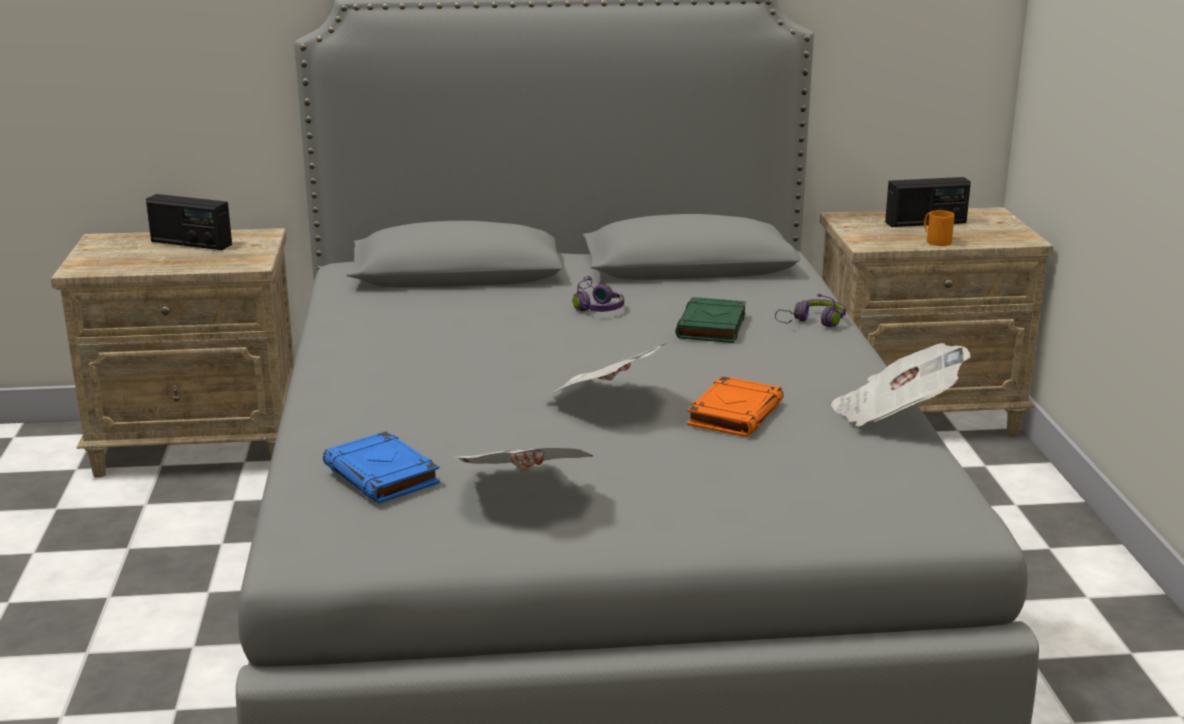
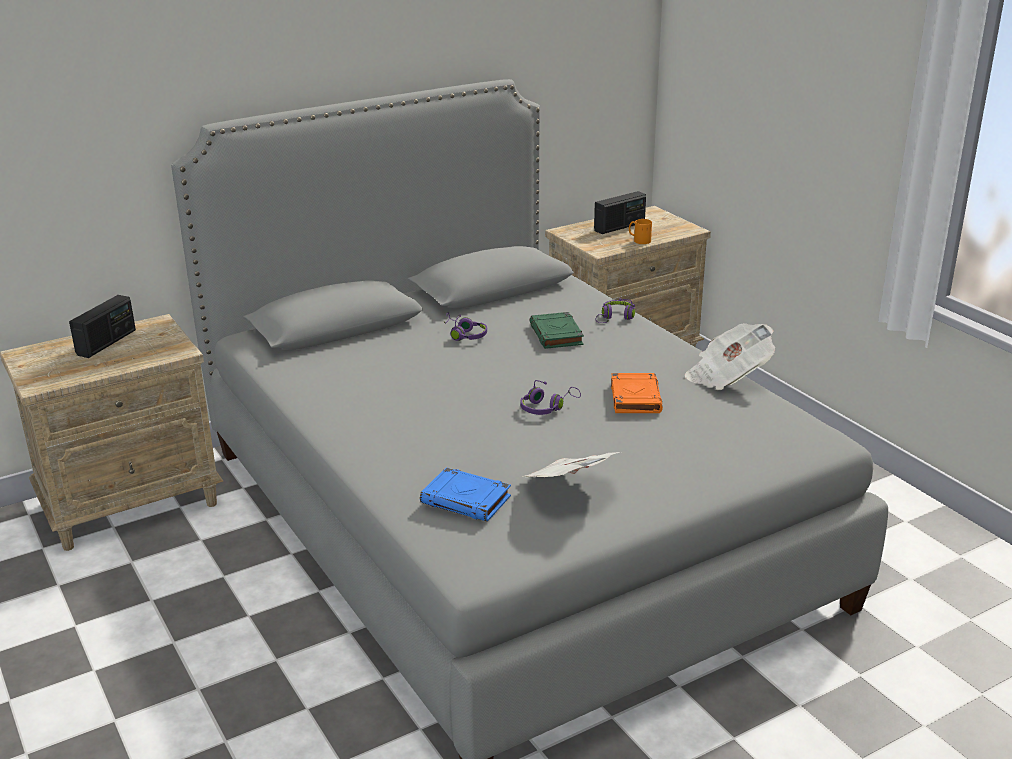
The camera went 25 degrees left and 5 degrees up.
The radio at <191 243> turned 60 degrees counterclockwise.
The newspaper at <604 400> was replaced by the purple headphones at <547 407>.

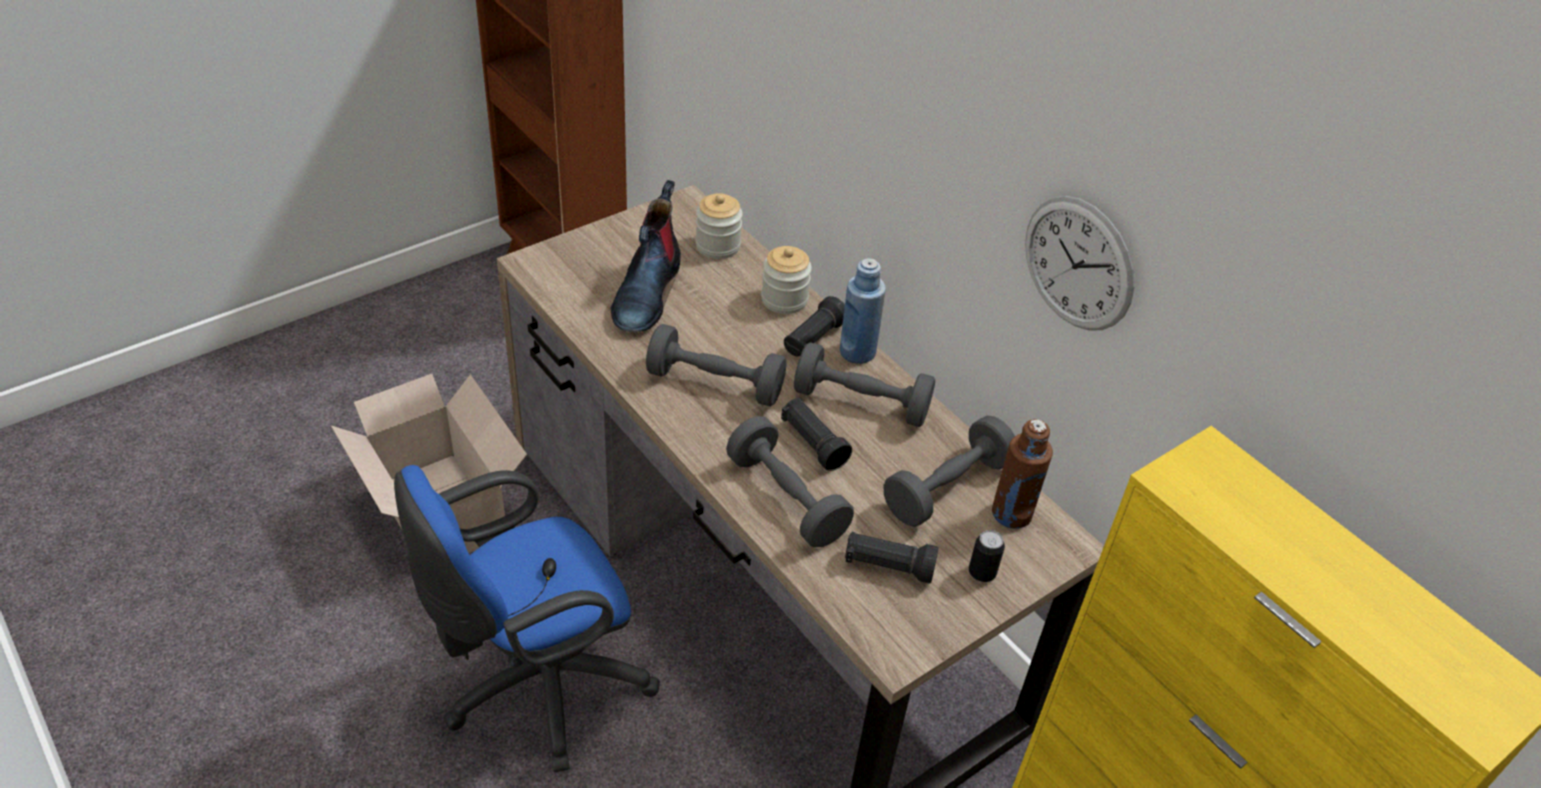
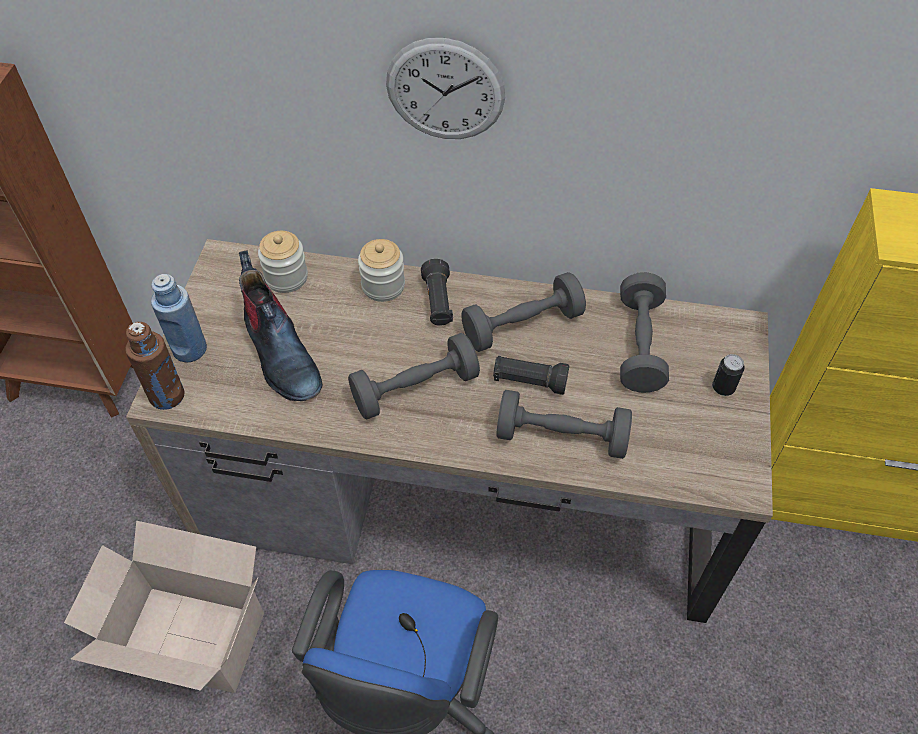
The camera went 40 degrees left and 10 degrees up.
The brown bottle moved from <1011 514> to <167 395>.
The blue bottle moved from <857 352> to <190 349>.
The wall clock moved from <1078 264> to <445 90>.
The black flashlight at <888 566> disappeared.

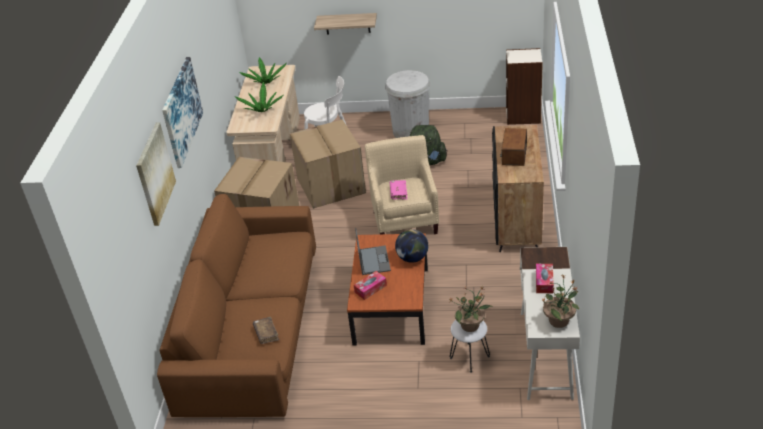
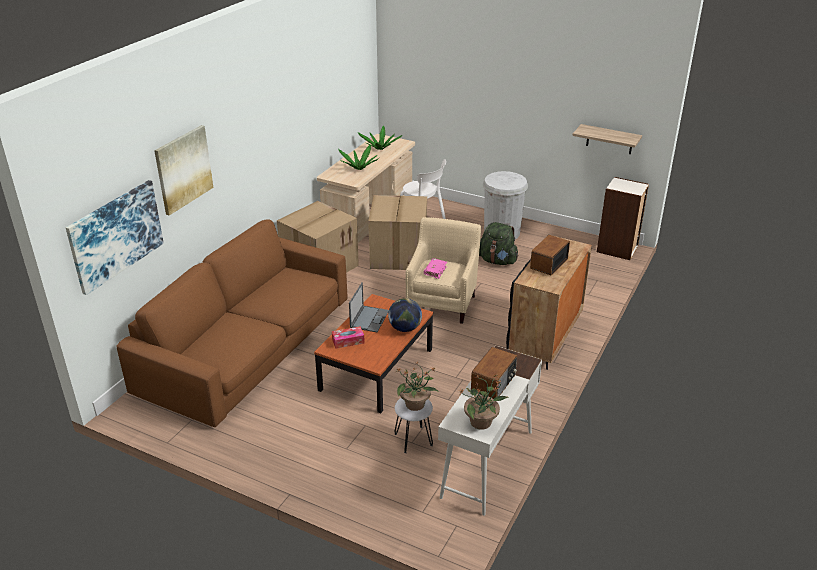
The camera went 20 degrees right and 5 degrees down.
The picture moved from <181 111> to <116 235>.
The tissue box at <544 282> was replaced by the radio at <494 383>.
The shelf moved from <347 23> to <609 139>.
The brown book at <266 333> disappeared.

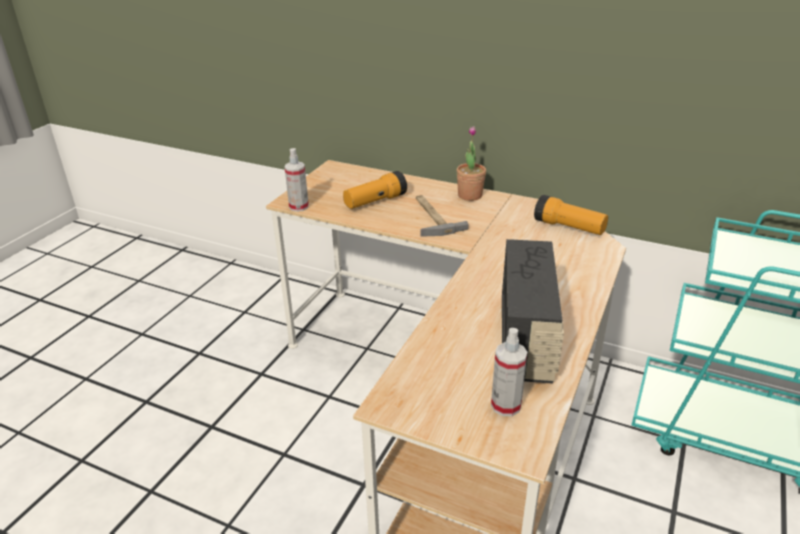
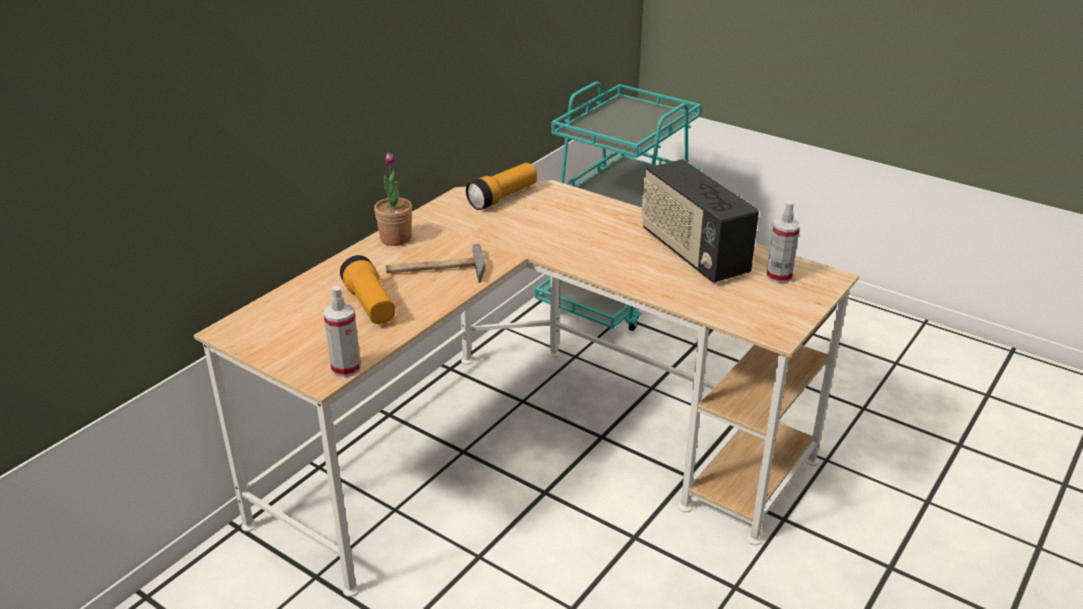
The camera went 80 degrees left and 0 degrees up.
The radio at <526 340> turned 135 degrees counterclockwise.

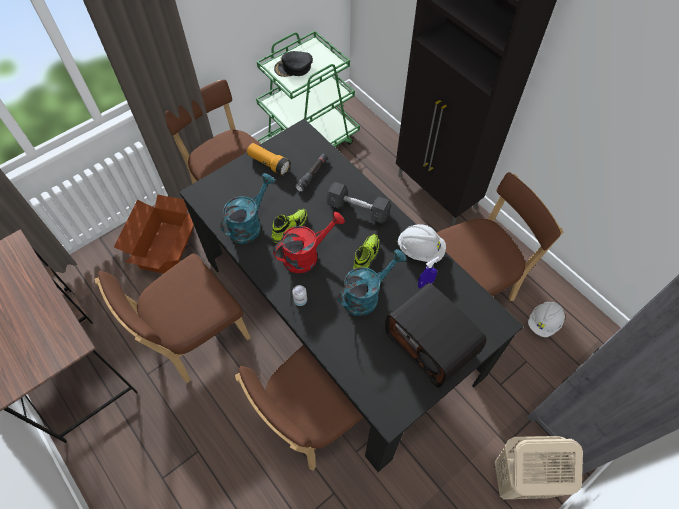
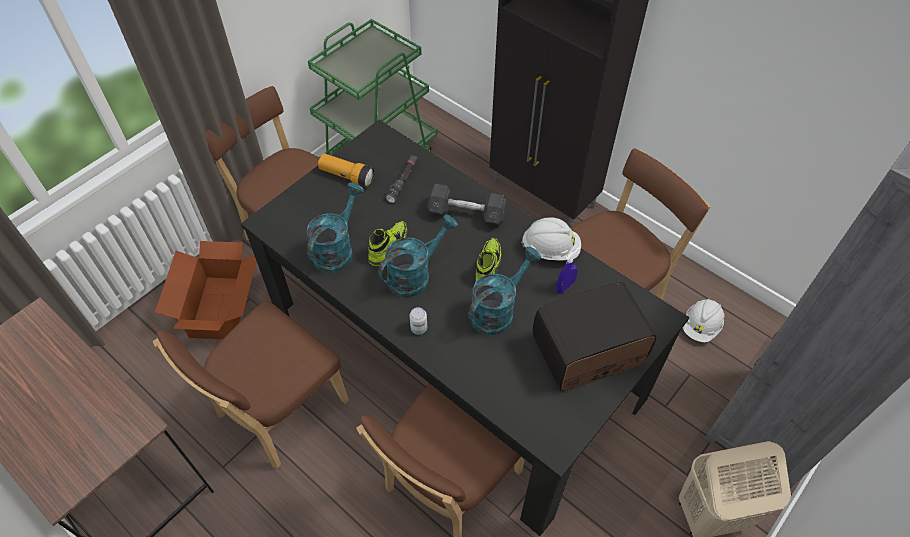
The camera went 10 degrees left and 5 degrees down.
The red watering can at <306 255> became the turquoise watering can at <415 274>.
The radio at <432 343> turned 120 degrees clockwise.
The black cap at <293 67> disappeared.

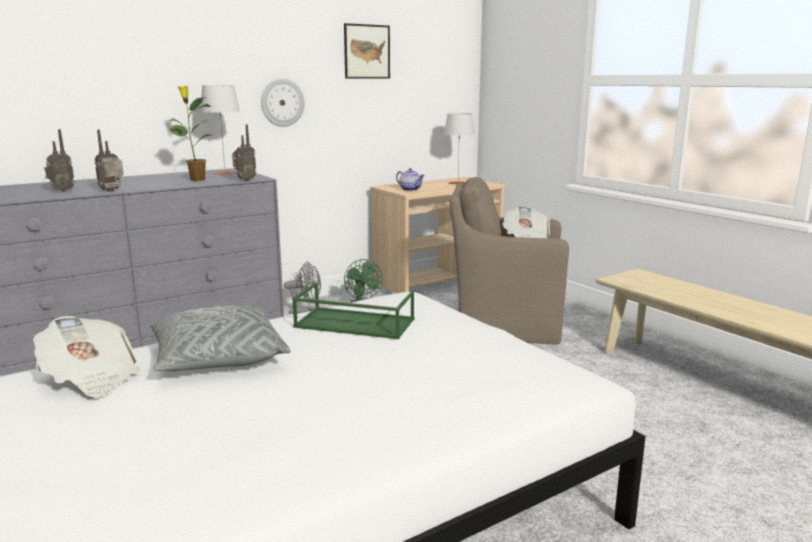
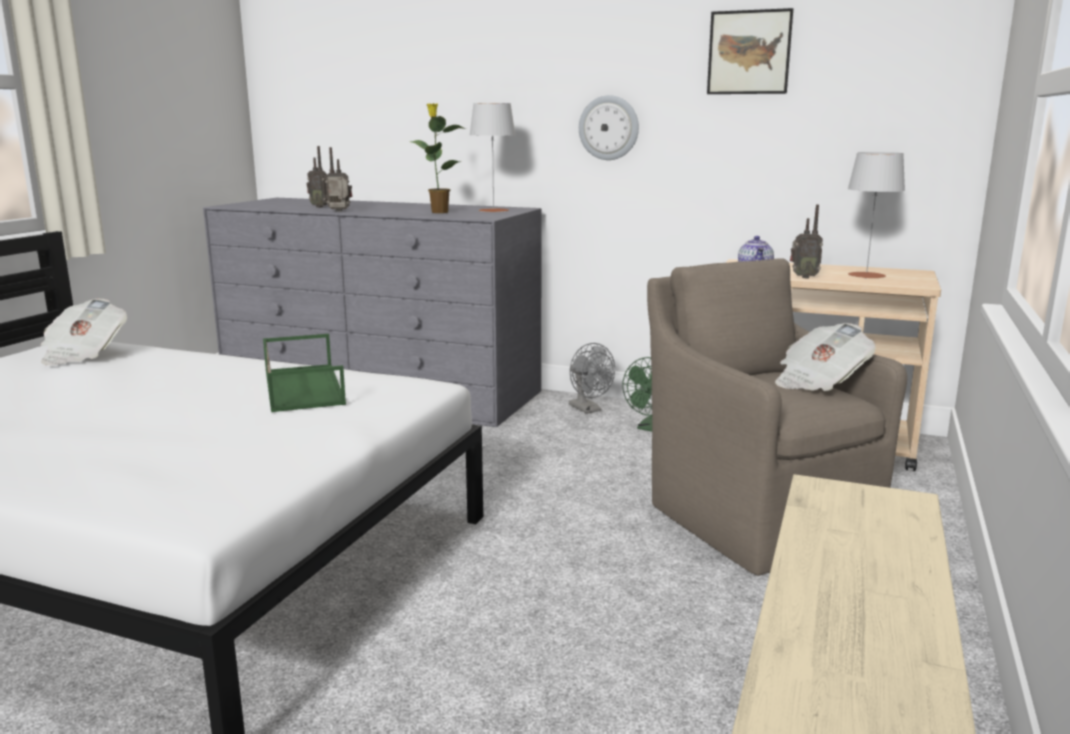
The camera went 55 degrees right and 0 degrees up.
The radio moved from <244 180> to <803 277>.
The grey pillow at <218 359> disappeared.

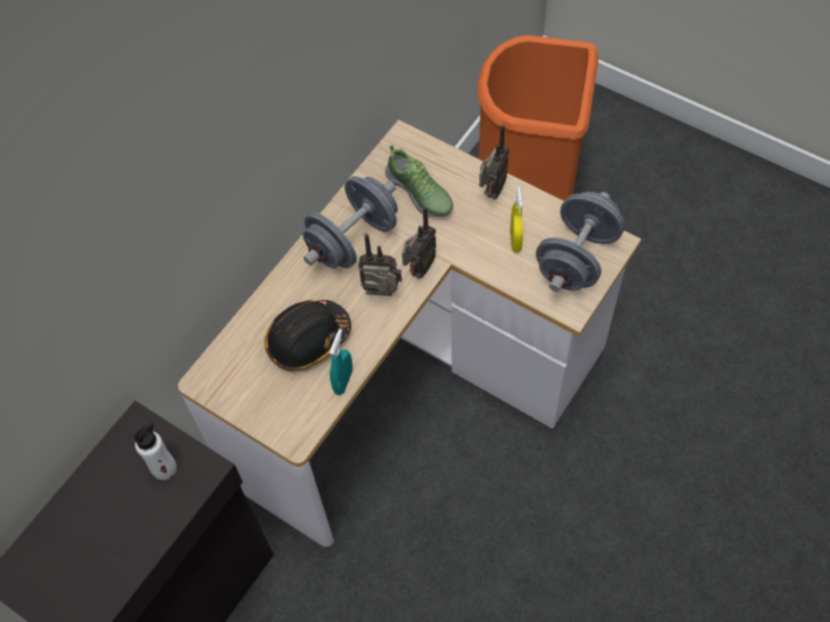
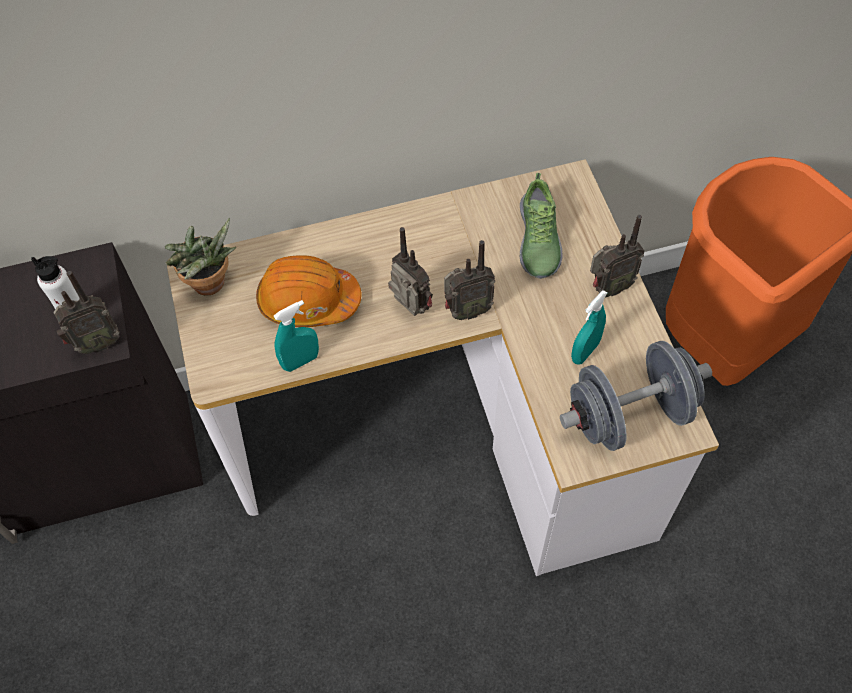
The camera went 40 degrees right and 0 degrees up.
The radio at <96 343> appeared.
The potted plant at <211 286> appeared.
The black hard hat at <308 340> became the orange hard hat at <308 301>.
The yellow spray bottle at <515 241> became the turquoise spray bottle at <585 351>.
The grey dumbbell at <353 240> disappeared.

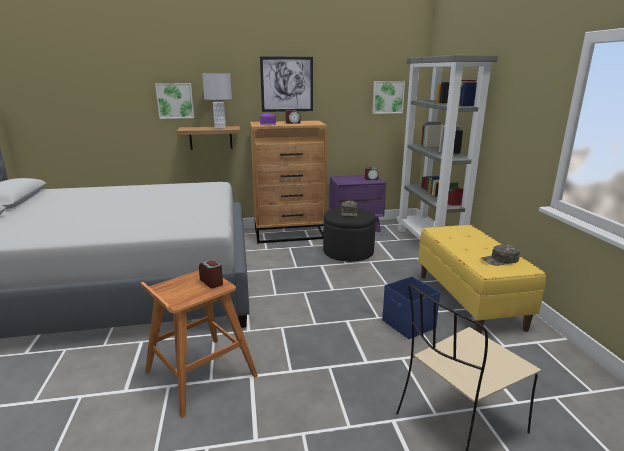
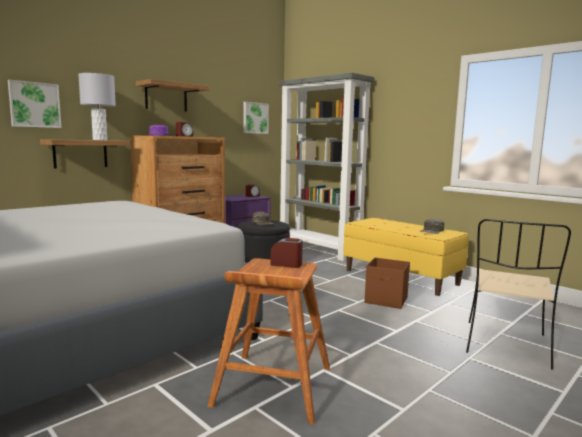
The camera went 35 degrees left and 10 degrees down.
The picture at <287 84> was replaced by the shelf at <166 97>.
The blue storage box at <409 325> became the brown storage box at <386 300>.

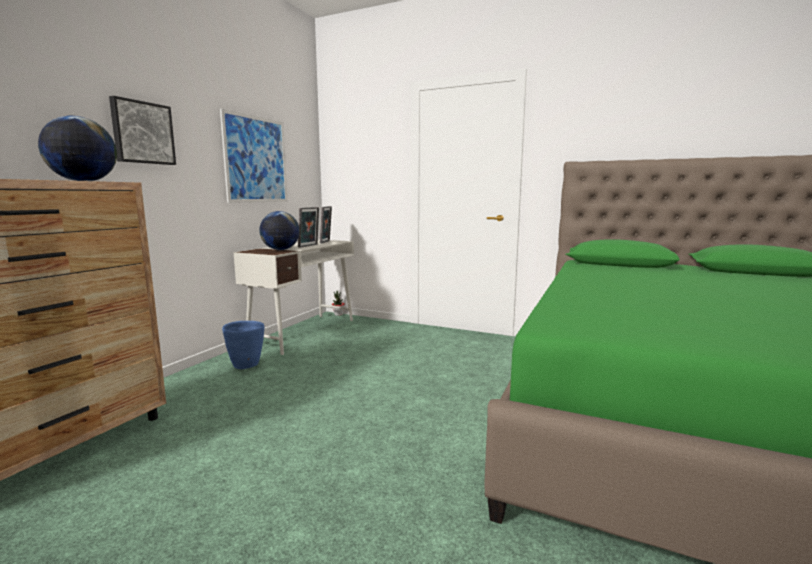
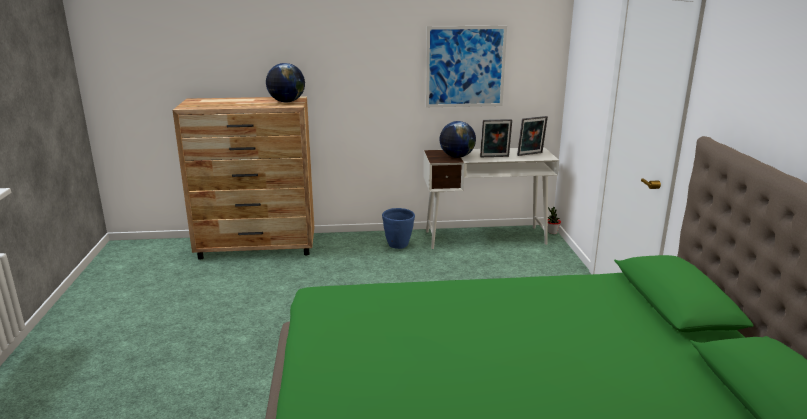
The camera went 60 degrees right and 10 degrees up.
The picture at <142 133> disappeared.

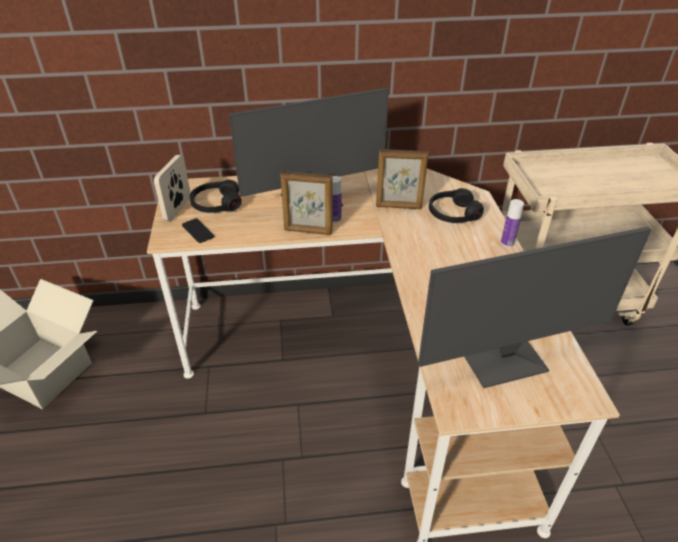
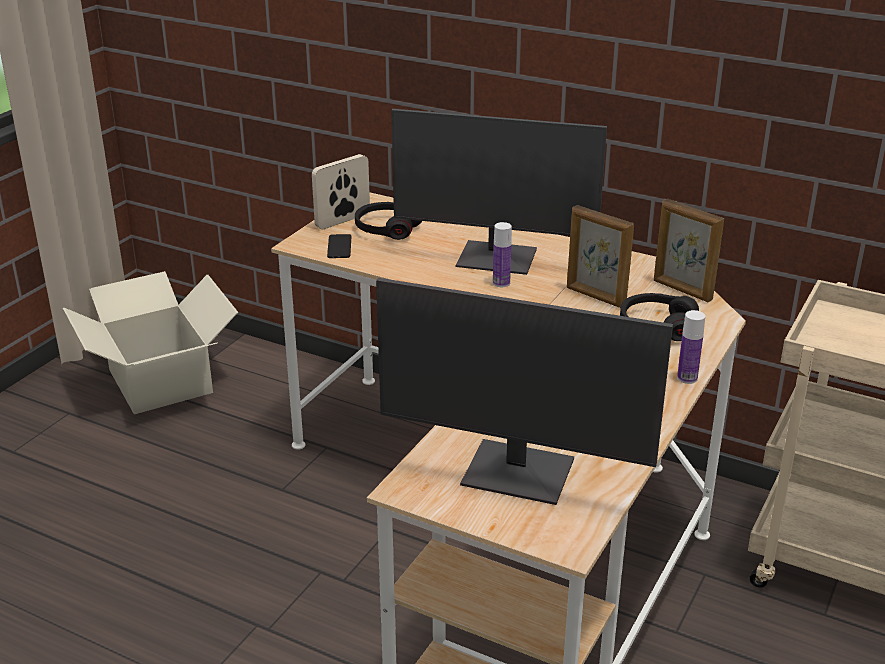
The camera went 35 degrees right and 10 degrees down.
The picture frame moved from <308 231> to <682 290>.

